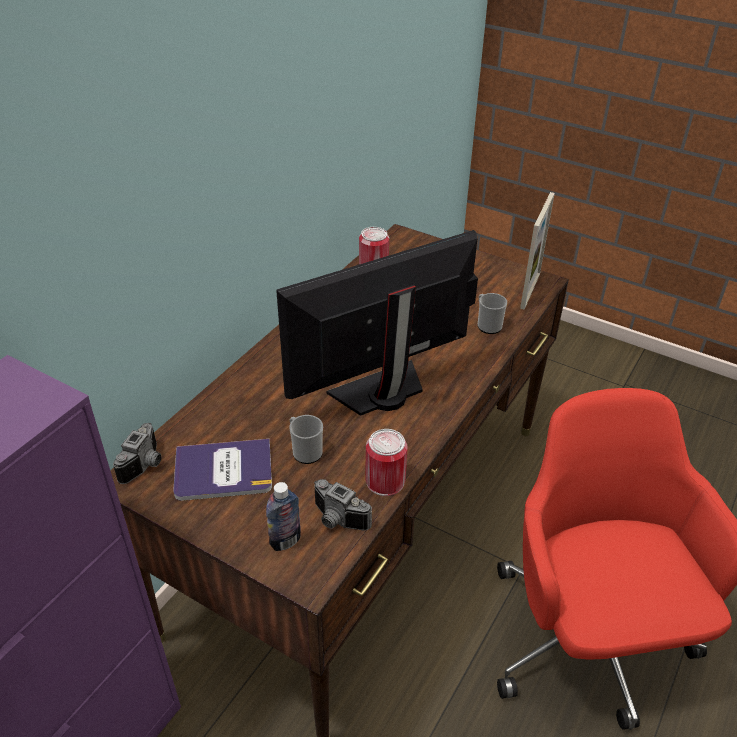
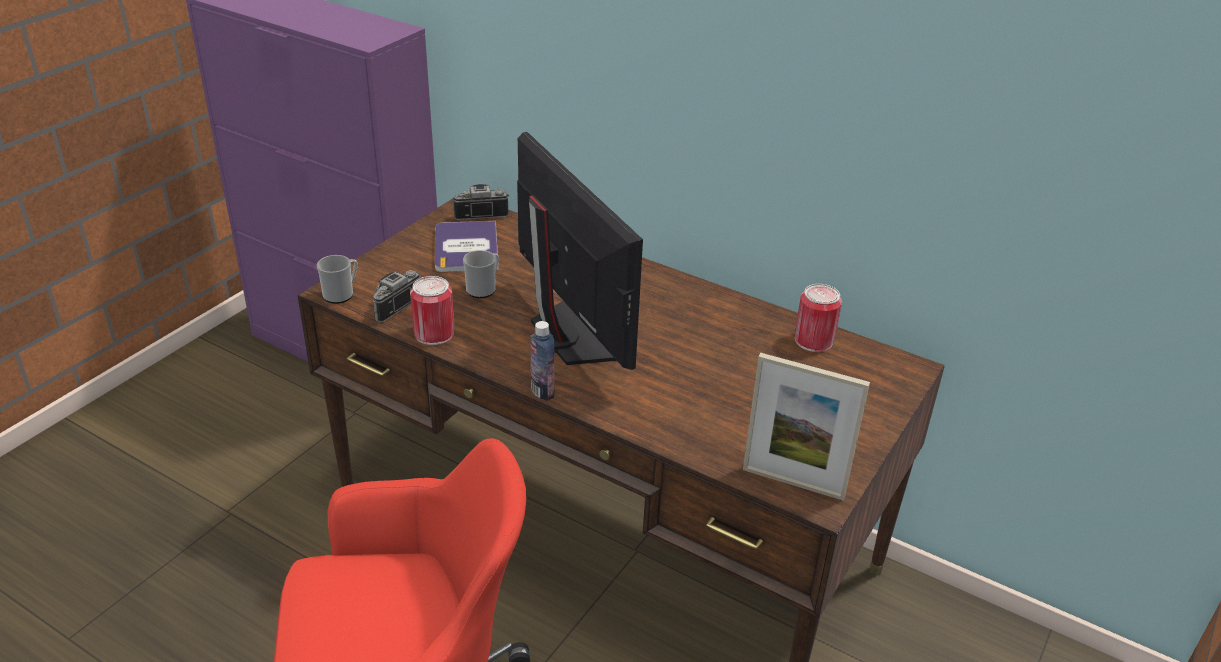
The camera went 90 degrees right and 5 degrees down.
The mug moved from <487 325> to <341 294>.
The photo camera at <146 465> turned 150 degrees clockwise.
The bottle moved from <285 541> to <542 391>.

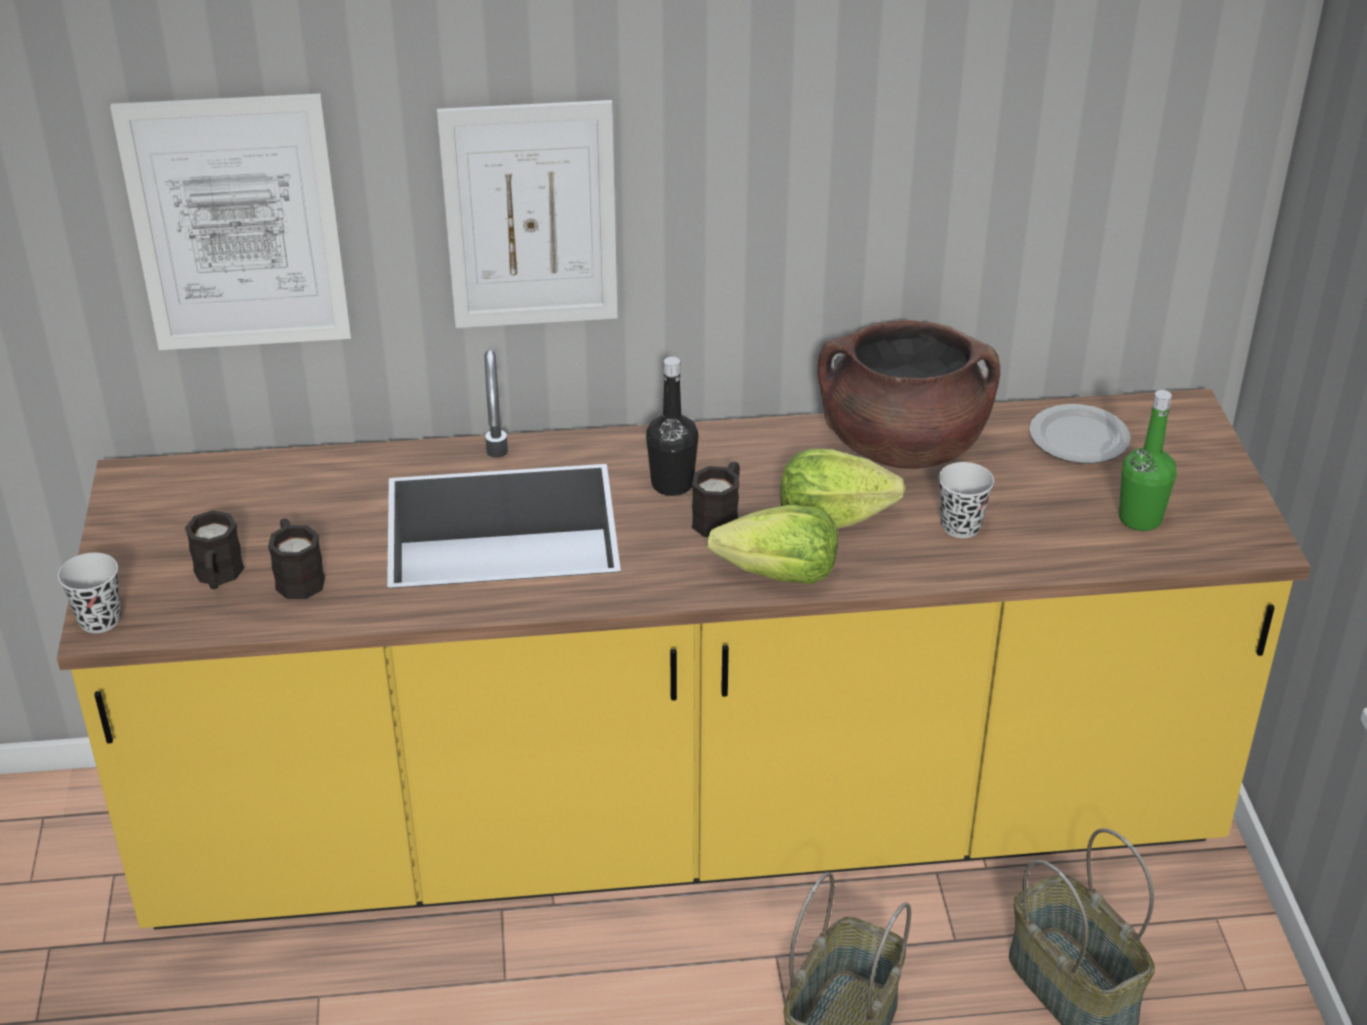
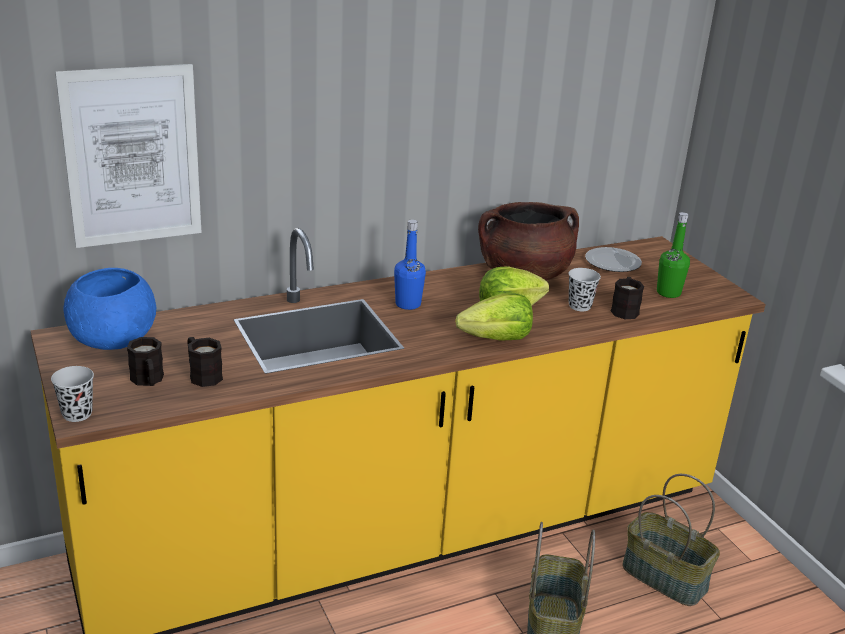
The camera went 20 degrees left and 10 degrees down.
The blue bowl at <113 340> appeared.
The black bottle at <672 484> became the blue bottle at <408 304>.
The black mug moved from <720 517> to <625 309>.
The picture at <530 216> disappeared.

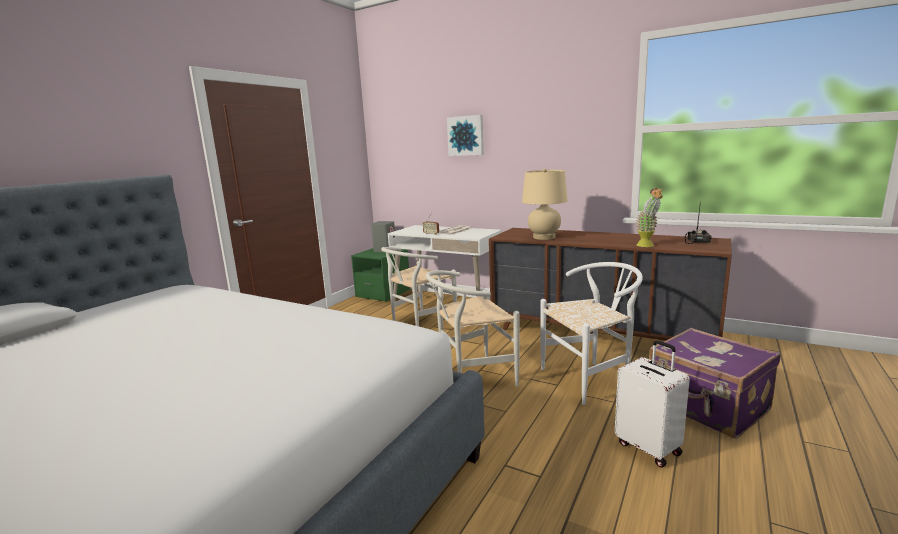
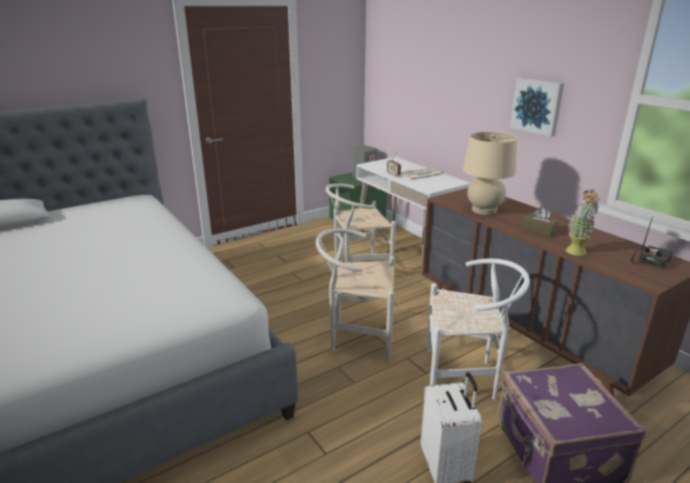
The camera went 25 degrees right and 10 degrees up.
The picture moved from <466 136> to <537 106>.
The brown tissue box at <539 230> appeared.

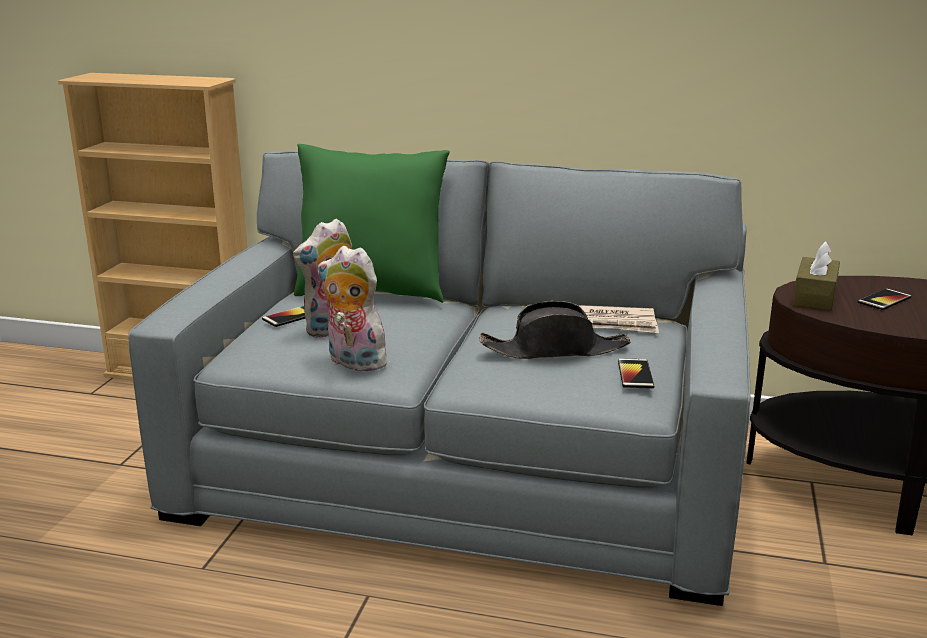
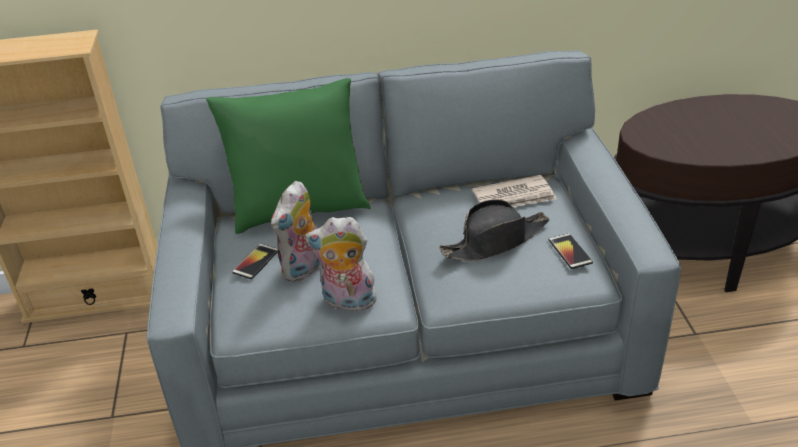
The camera went 20 degrees left and 15 degrees up.
The brown tissue box at <814 297> disappeared.
The phone at <884 300> disappeared.

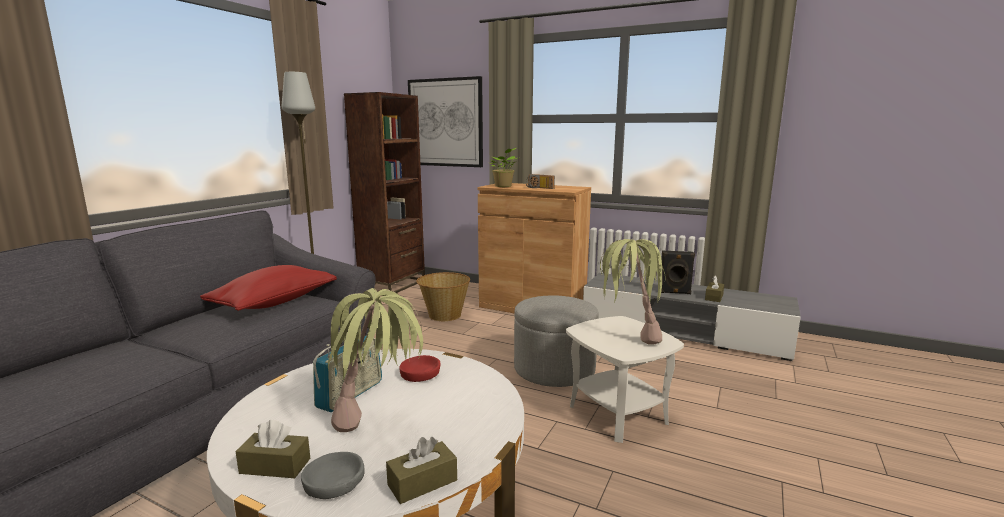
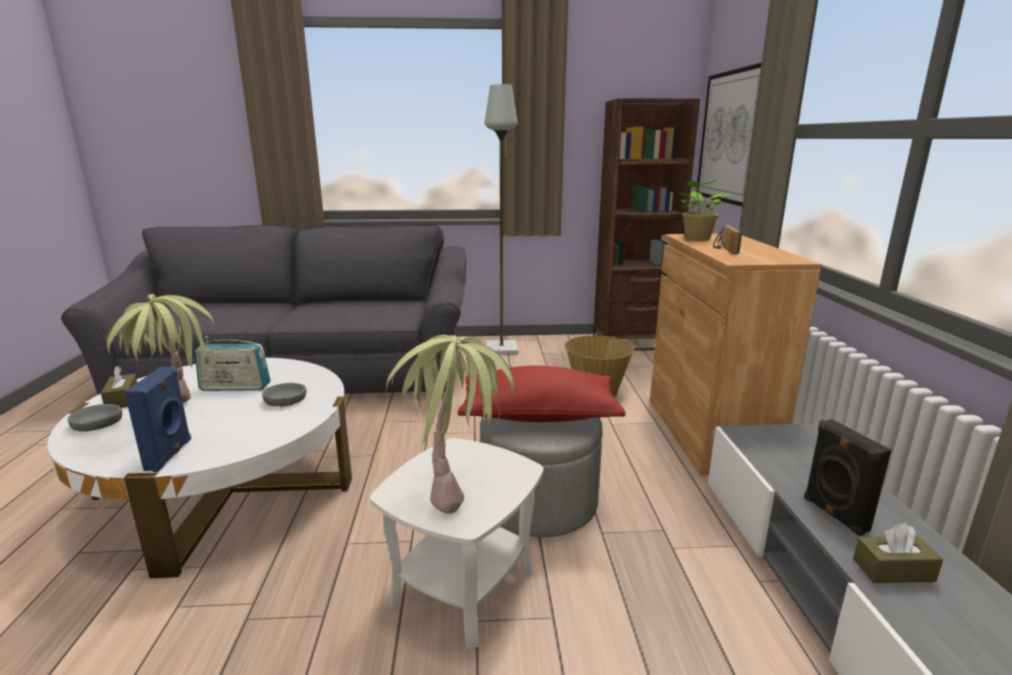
The camera went 60 degrees right and 5 degrees up.
The blue speaker at <170 455> appeared.
The red bowl at <420 374> became the grey bowl at <285 400>.
The red pillow moved from <274 303> to <539 416>.
The brown tissue box at <422 482> disappeared.

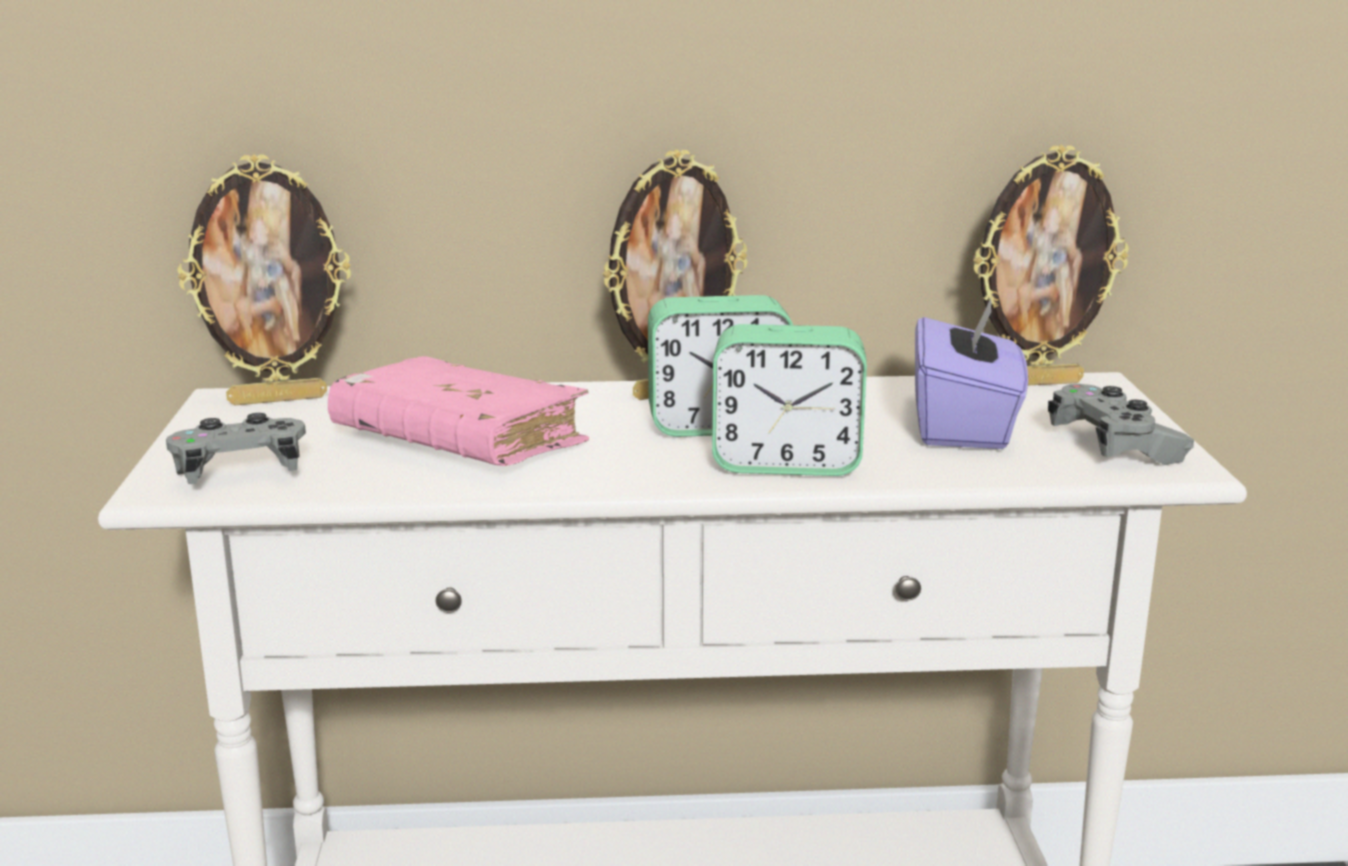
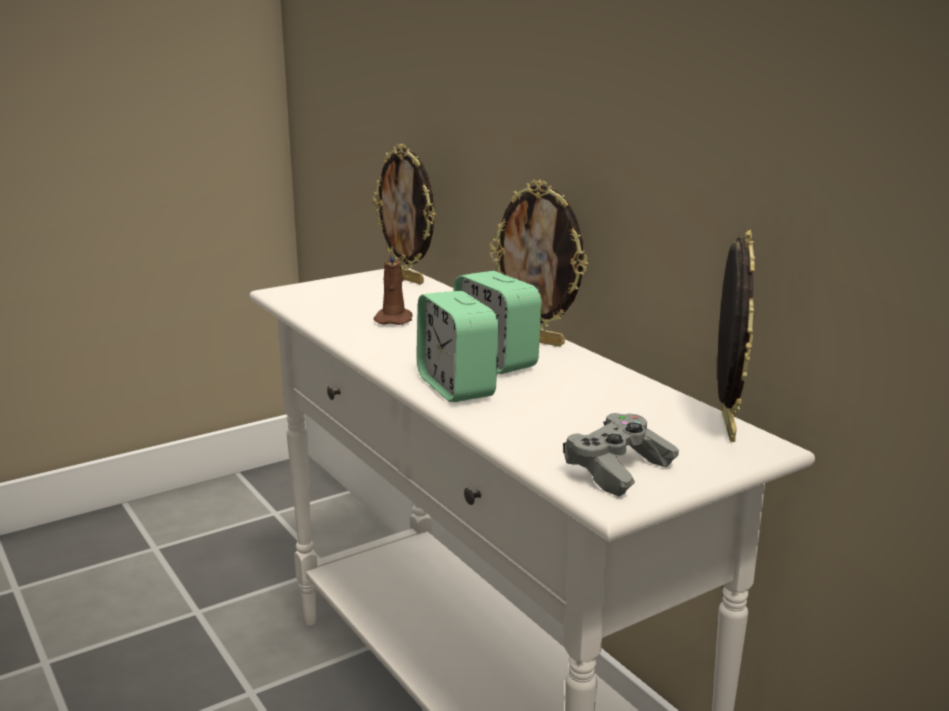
The camera went 60 degrees right and 0 degrees up.
The pink book at <459 442> was replaced by the brown candle at <394 319>.
The picture frame at <1037 382> turned 135 degrees counterclockwise.
The grey game controller at <240 473> disappeared.
The purple tissue box at <964 426> disappeared.

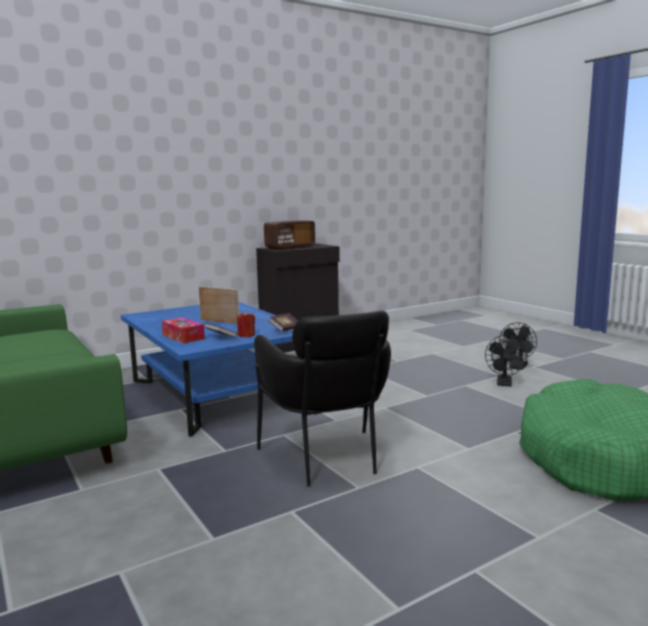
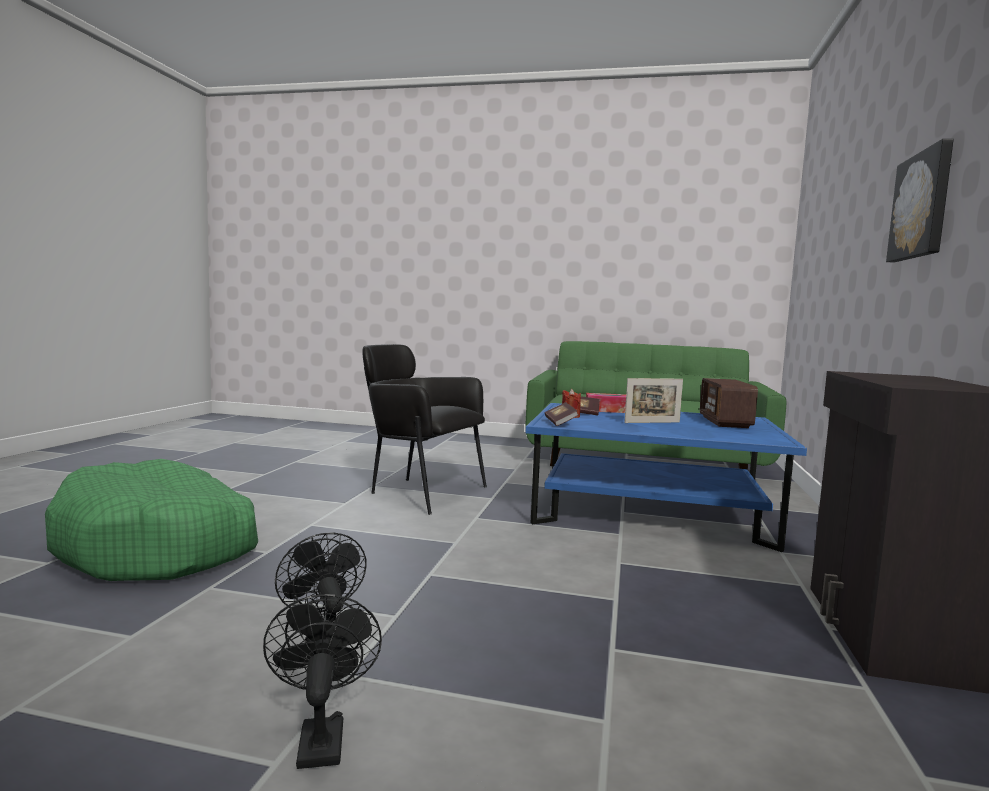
The camera went 135 degrees right and 5 degrees down.
The radio moved from <290 247> to <725 422>.
The picture at <923 206> appeared.

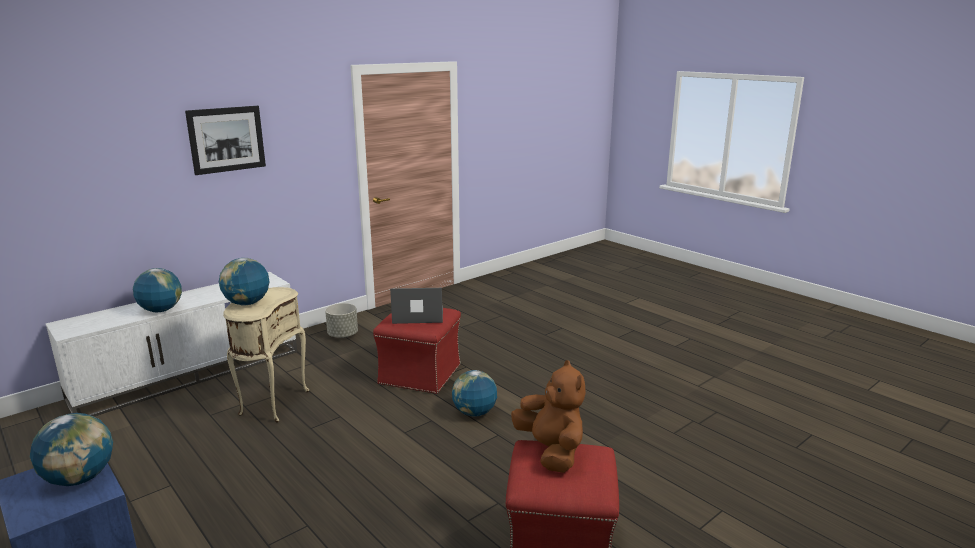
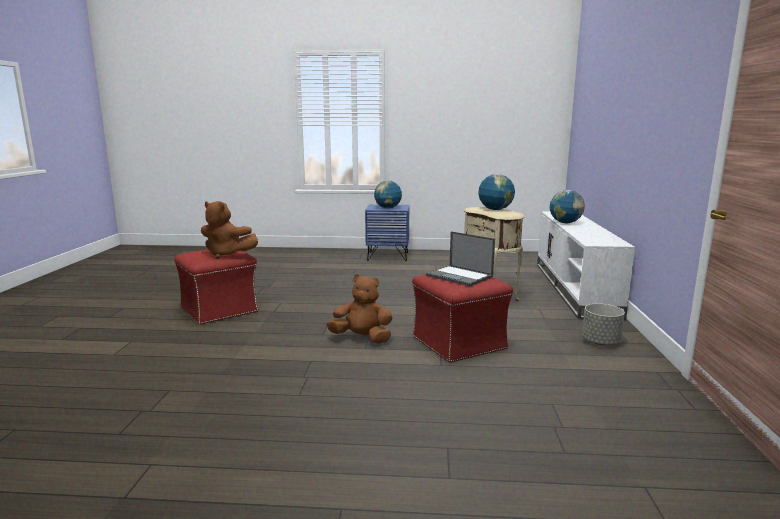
The camera went 135 degrees right and 5 degrees down.
The globe at <474 413> was replaced by the brown plush toy at <362 338>.
The laptop at <417 315> turned 90 degrees clockwise.
The picture at <226 139> disappeared.

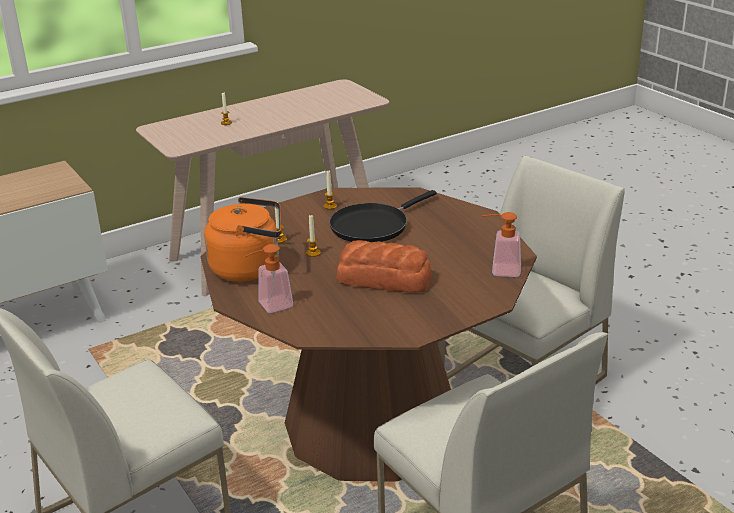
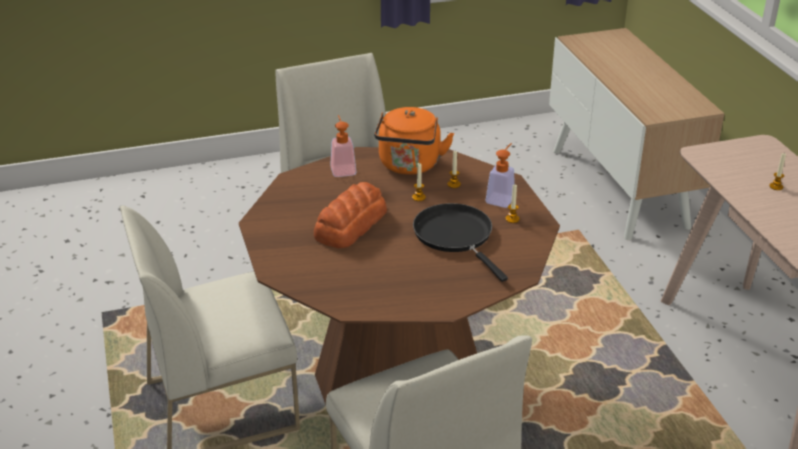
The camera went 105 degrees right and 5 degrees up.
The soap dispenser moved from <500 270> to <502 198>.

